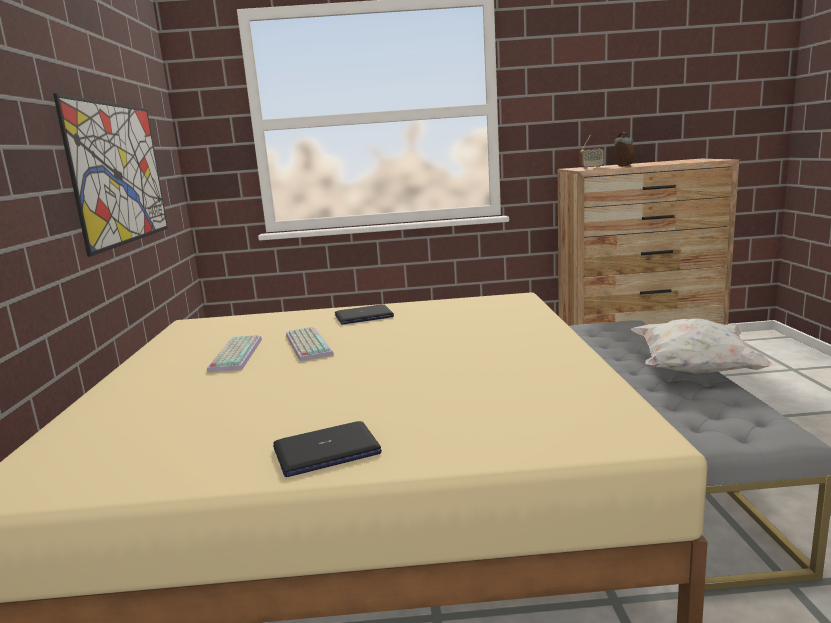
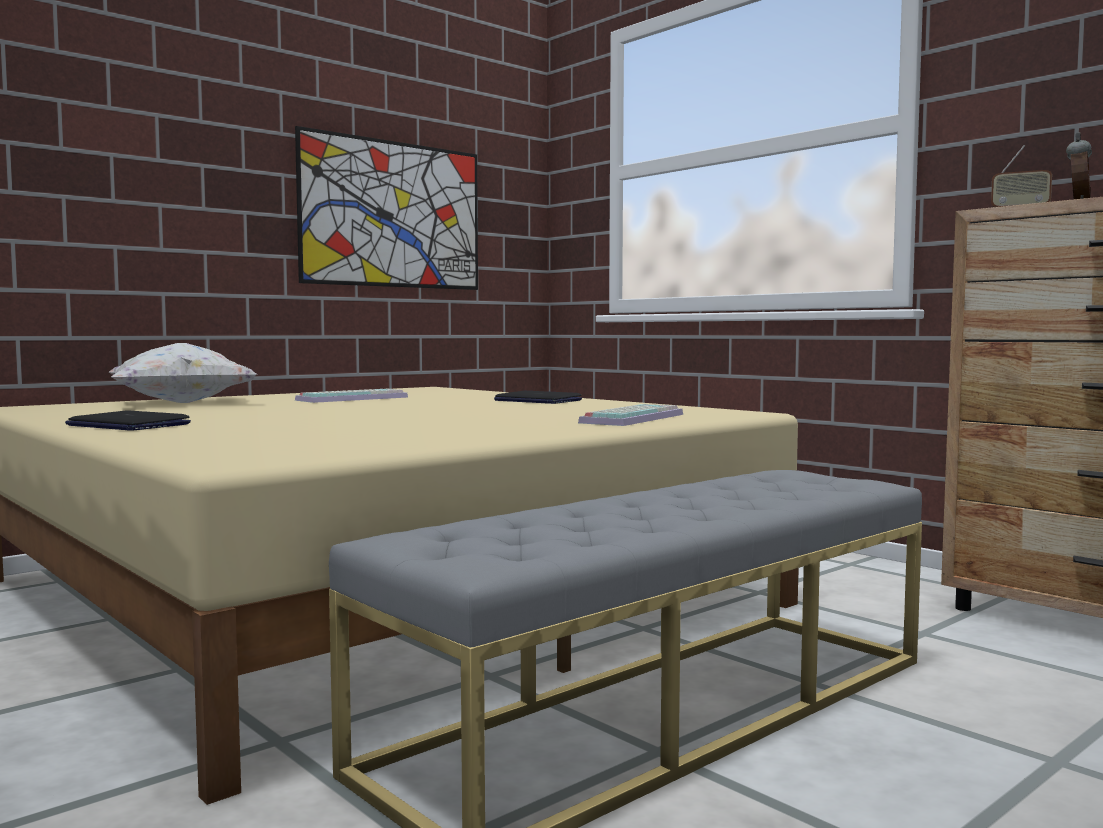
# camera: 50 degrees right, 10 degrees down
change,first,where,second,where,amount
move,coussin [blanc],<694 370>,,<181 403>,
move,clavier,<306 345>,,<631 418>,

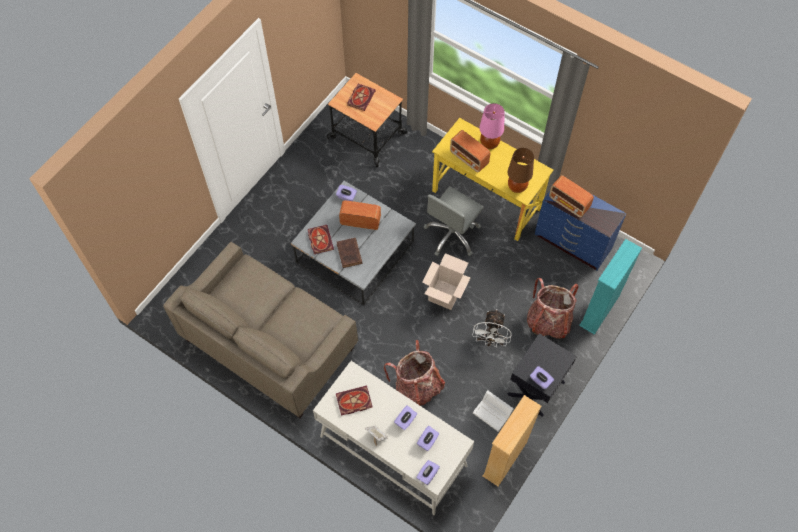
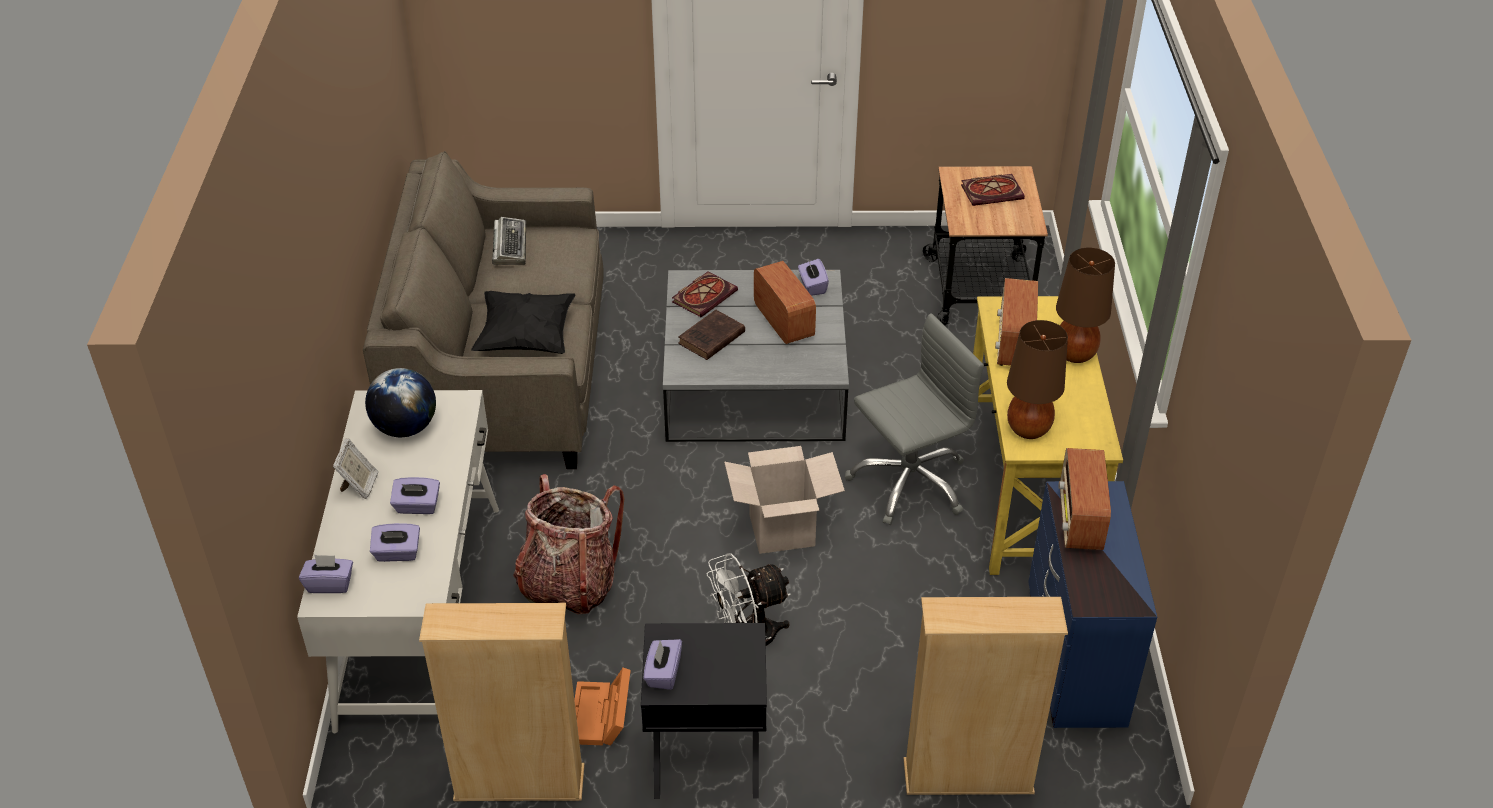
# camera: 55 degrees right, 20 degrees down
change,first,where,second,where,amount
recolor,lampe de table [rose],<489 143>,lampe de table [marron],<1075 354>,
rotate,chaise de bureau [gris],<452 235>,,<909 482>,150 degrees clockwise
recolor,bibliothèque [turquoise],<599 311>,bibliothèque [beige],<968 777>,
delete,sac à dos,<548 321>,,,
replace,livre,<353 402>,globe,<405 428>,
recolor,boîte de rangement [blanc],<493 413>,boîte de rangement [orange],<601 717>,
insert,,,clavier,<509 245>,
insert,,,coussin [noir],<526 338>,

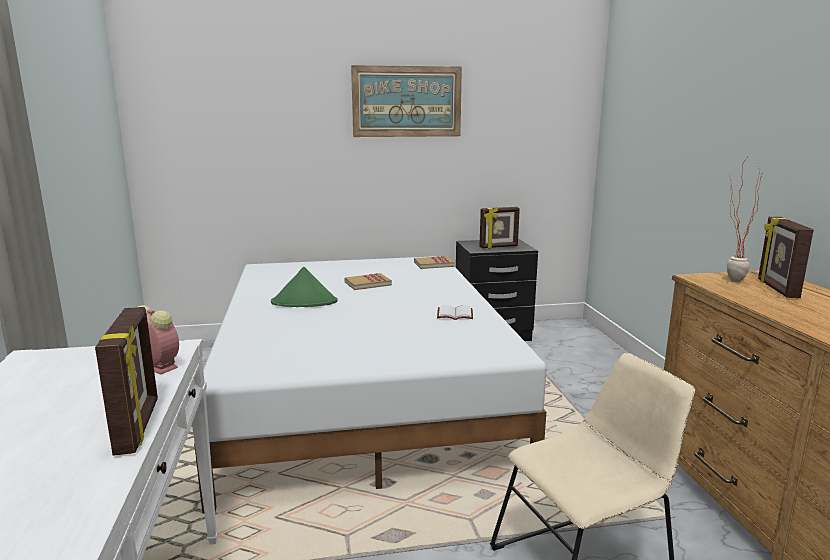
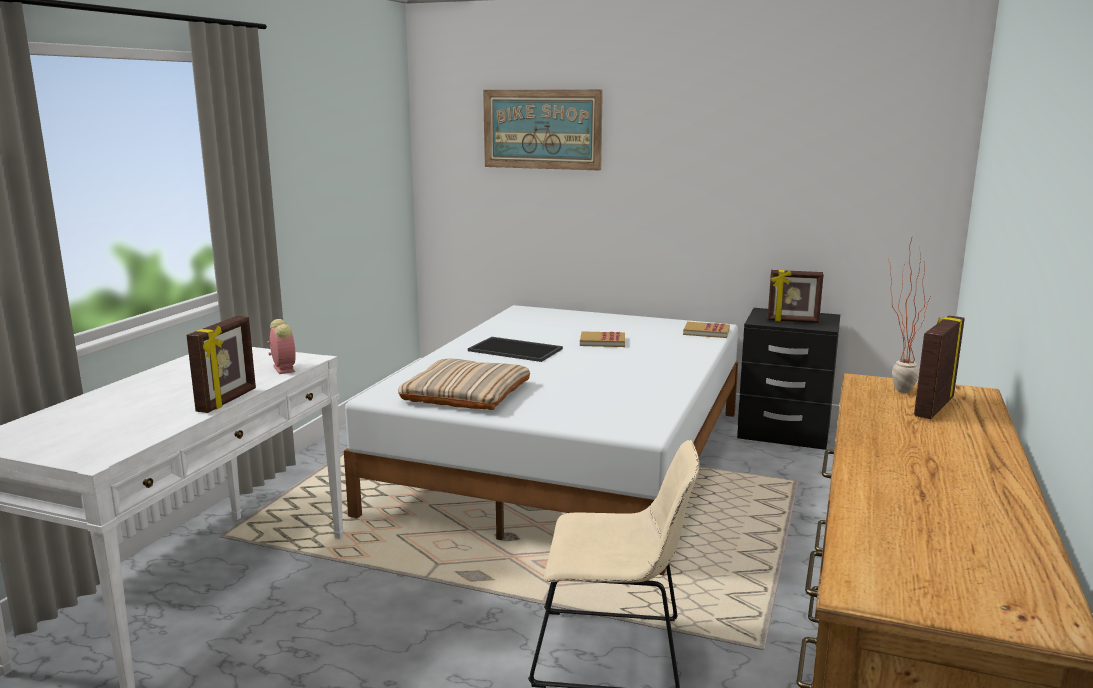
# camera: 30 degrees right, 0 degrees up
change,first,where,second,where,amount
move,tableau,<407 101>,,<542 129>,
replace,chapeau [vert],<304 302>,plateau,<516 349>,
delete,livre [blanc],<454 315>,,,
insert,,,coussin [beige],<466 393>,

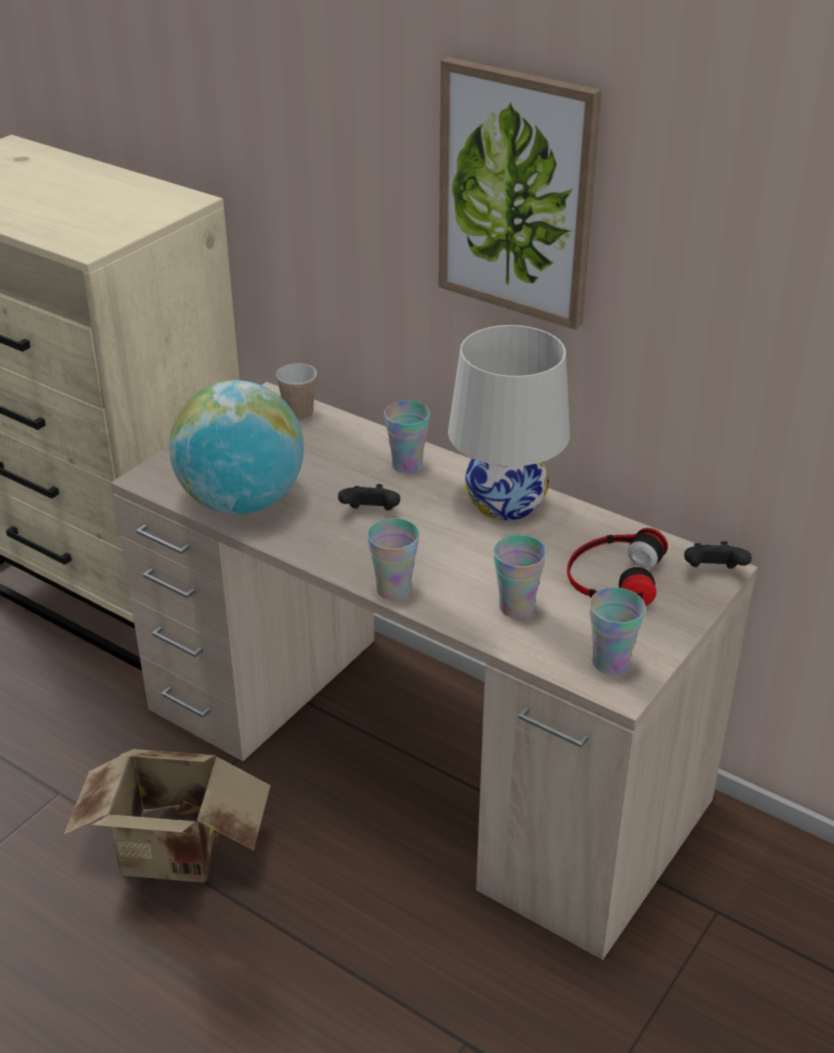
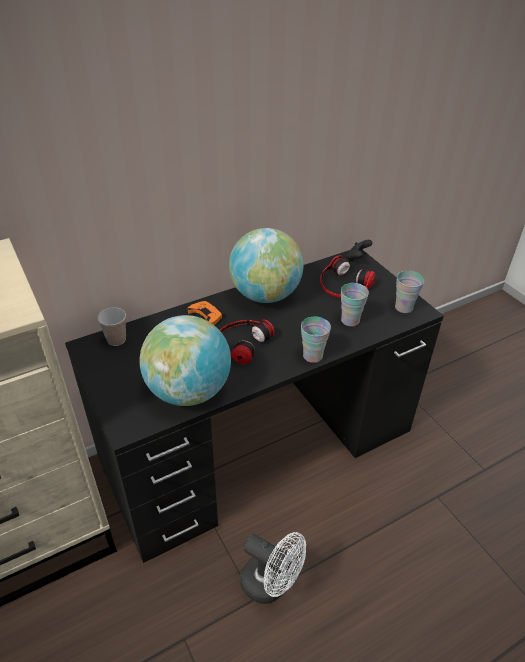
# camera: 65 degrees left, 5 degrees up
change,first,where,second,where,amount
delete,tableau,<517 193>,,,
replace,lampe de table [blanc],<506 503>,globe,<265 295>,
recolor,bureau [beige],<420 755>,bureau [noir],<260 445>,
replace,tasse,<407 465>,manette [orange],<206 315>,
replace,manette [noir],<371 514>,casque audio,<240 343>,
replace,carton,<175 856>,ventilateur [blanc],<271 585>,

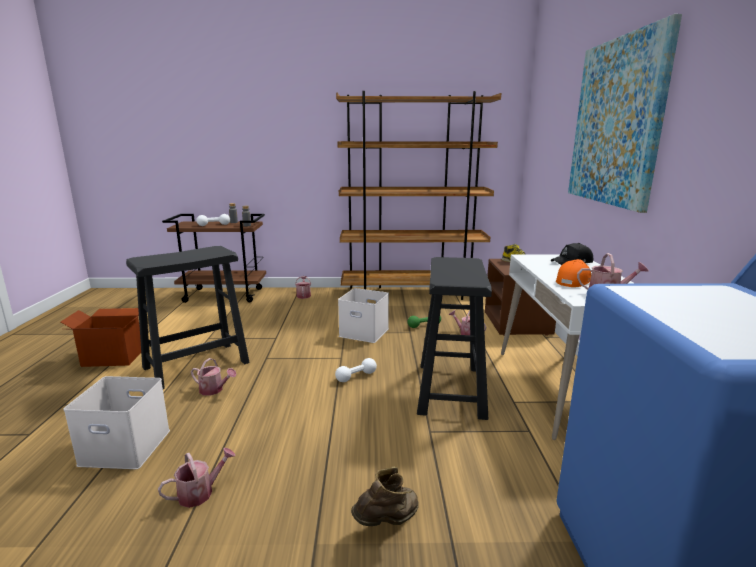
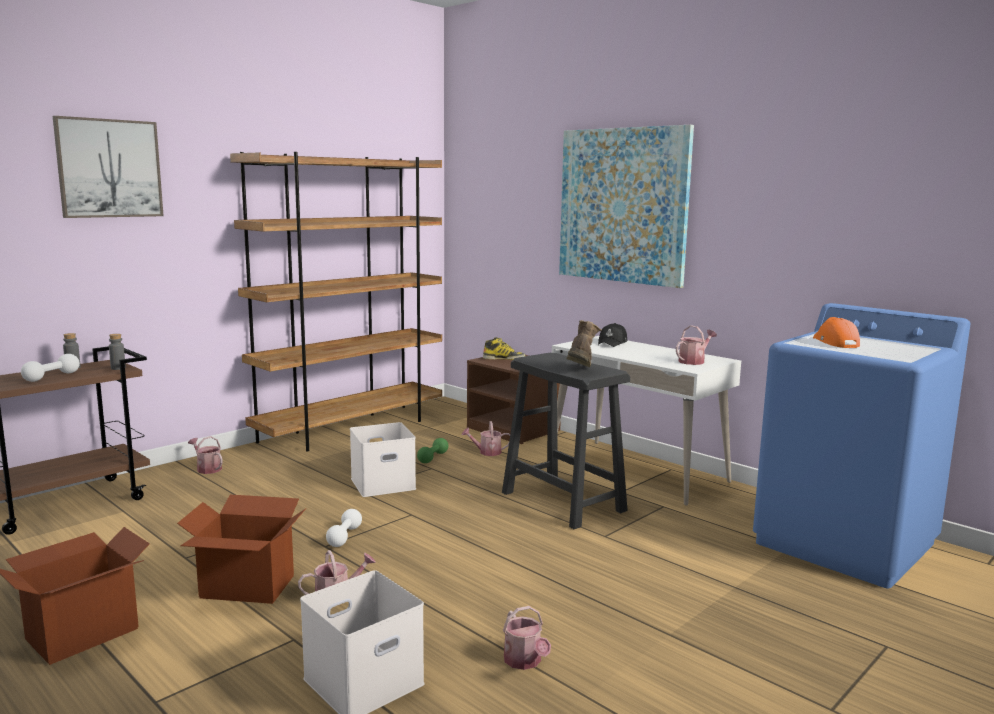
# camera: 45 degrees left, 5 degrees down
change,first,where,second,where,amount
replace,tabouret [noir],<195 365>,carton,<247 587>,
move,casquette [orange],<573 281>,,<834 343>,
move,haltère [blanc],<356 376>,,<344 537>,
rotate,arrosoir,<200 492>,,<525 661>,150 degrees clockwise
move,botte [marron],<388 522>,,<580 370>,
insert,,,tableau,<109 168>,

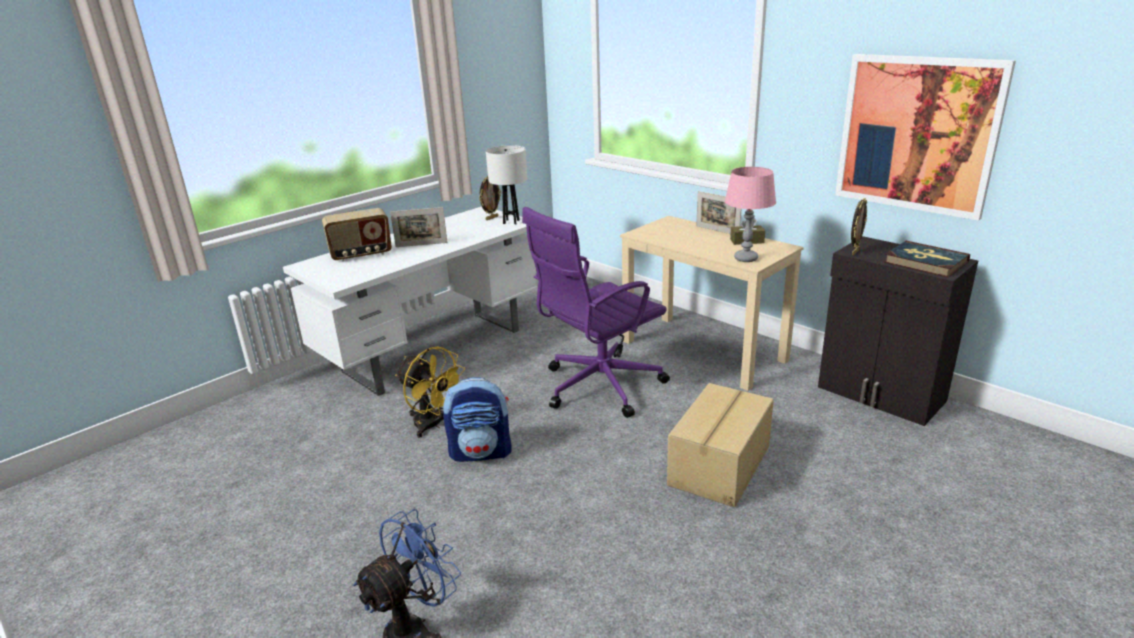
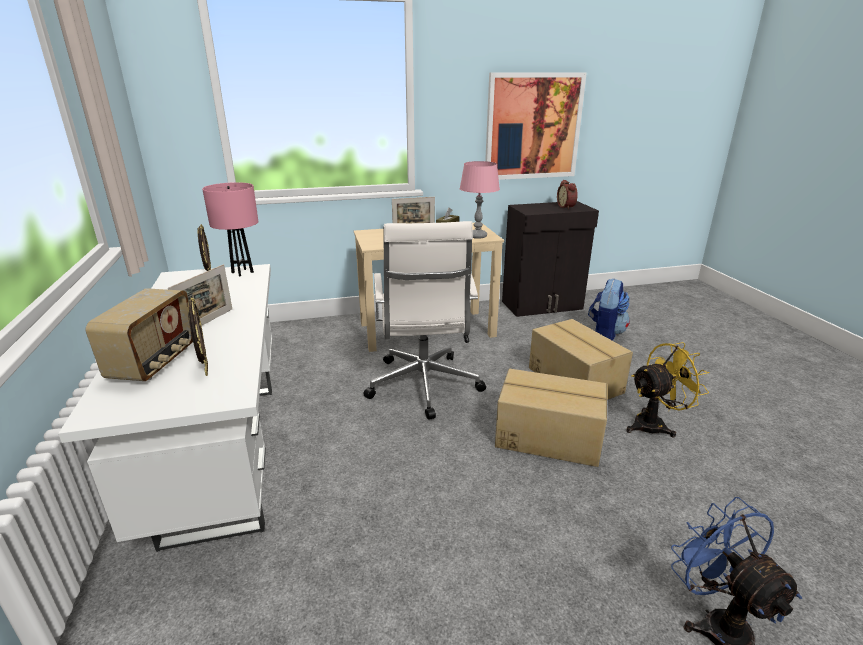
# camera: 60 degrees left, 0 degrees up
change,first,where,second,where,amount
recolor,lampe de table [blanc],<511 222>,lampe de table [rose],<242 272>,
move,cadre photo,<854 252>,,<205 369>,
recolor,chaise de bureau [violet],<598 386>,chaise de bureau [blanc],<423 386>,
replace,livre,<925 262>,réveil,<567 207>,
move,ventilateur [jaune],<433 425>,,<655 424>,
move,sac à dos,<481 452>,,<605 334>,
insert,,,carton,<547 436>,

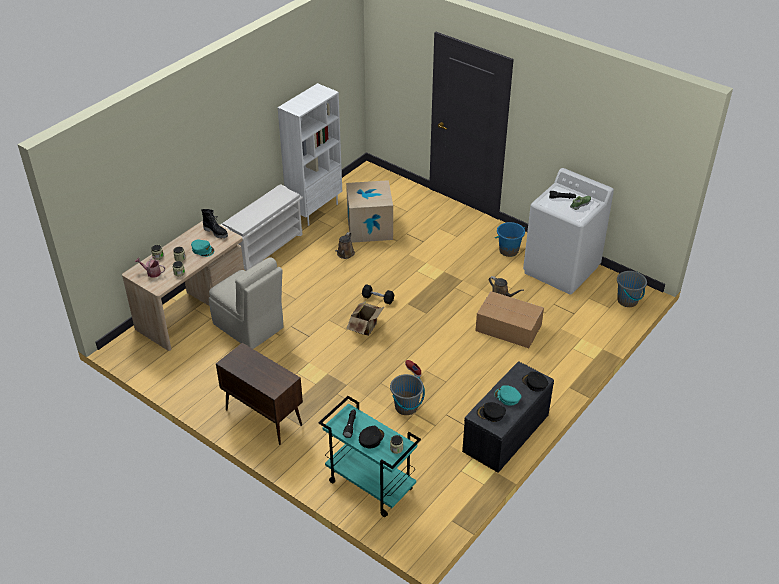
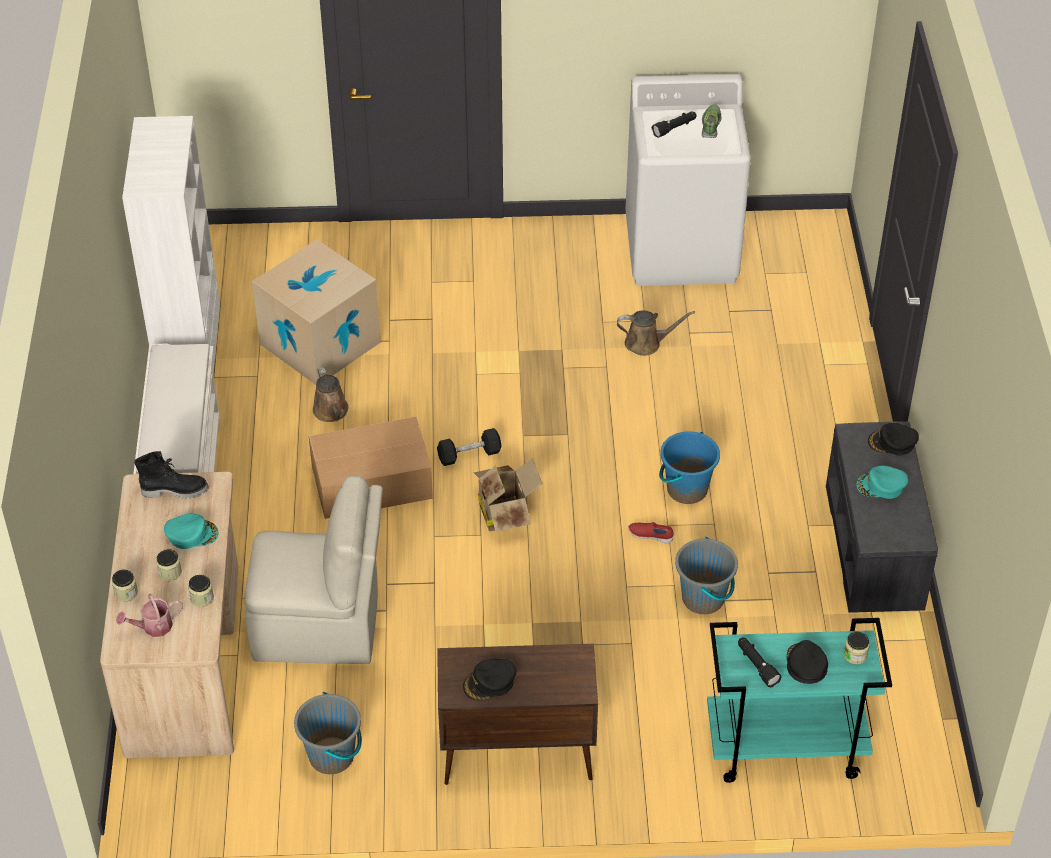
# camera: 40 degrees left, 5 degrees up
change,first,where,second,where,amount
move,seau [bleu],<508 250>,,<686 489>,
move,seau [gris],<627 301>,,<332 756>,
move,carton,<509 328>,,<374 483>,
move,casquette [noir],<491 414>,,<490 683>,

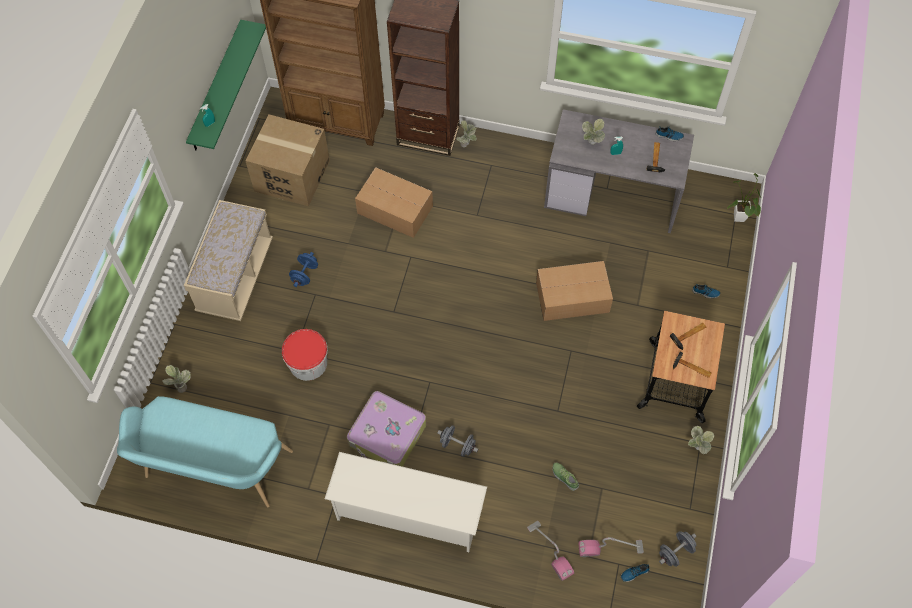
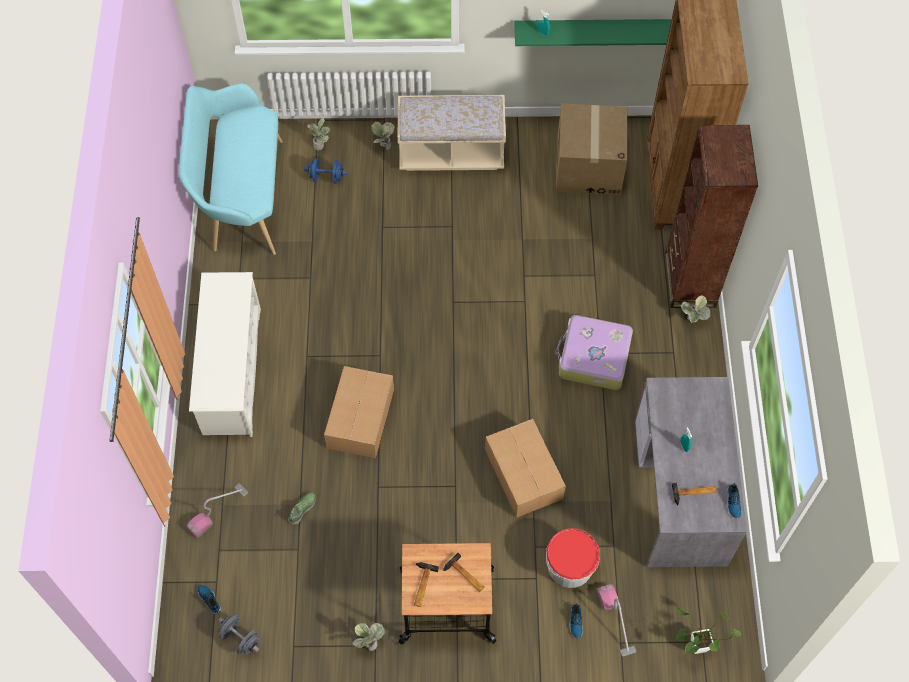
# camera: 75 degrees right, 0 degrees up
change,first,where,second,where,amount
move,plante en pot,<591 144>,,<383 145>,
move,carton,<395 210>,,<359 419>,
move,haltère [bleu],<305 274>,,<326 177>,
move,seau,<308 363>,,<570 566>,
move,valise,<387 436>,,<593 358>,
delete,haltère [gris],<457 445>,,,
move,aspirateur,<610 548>,,<616 620>,

